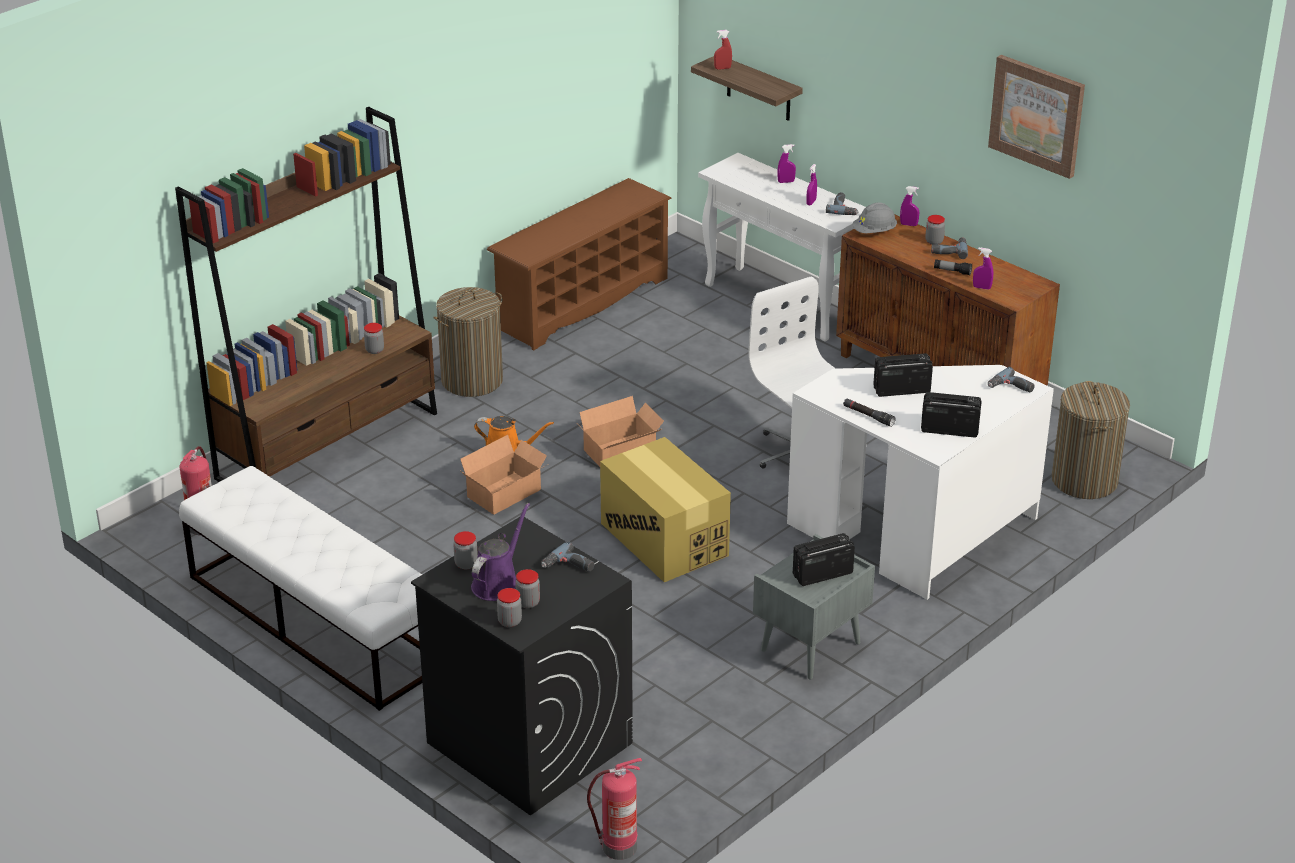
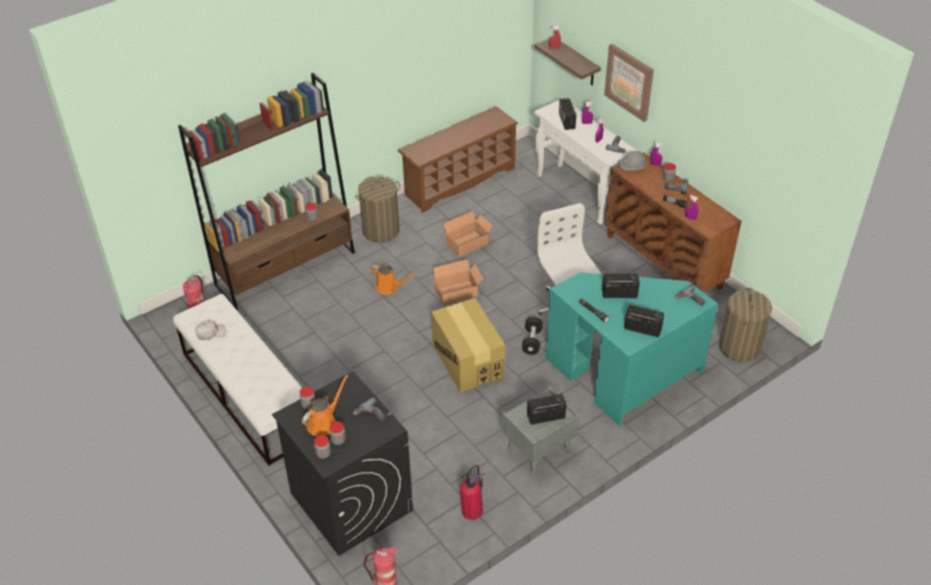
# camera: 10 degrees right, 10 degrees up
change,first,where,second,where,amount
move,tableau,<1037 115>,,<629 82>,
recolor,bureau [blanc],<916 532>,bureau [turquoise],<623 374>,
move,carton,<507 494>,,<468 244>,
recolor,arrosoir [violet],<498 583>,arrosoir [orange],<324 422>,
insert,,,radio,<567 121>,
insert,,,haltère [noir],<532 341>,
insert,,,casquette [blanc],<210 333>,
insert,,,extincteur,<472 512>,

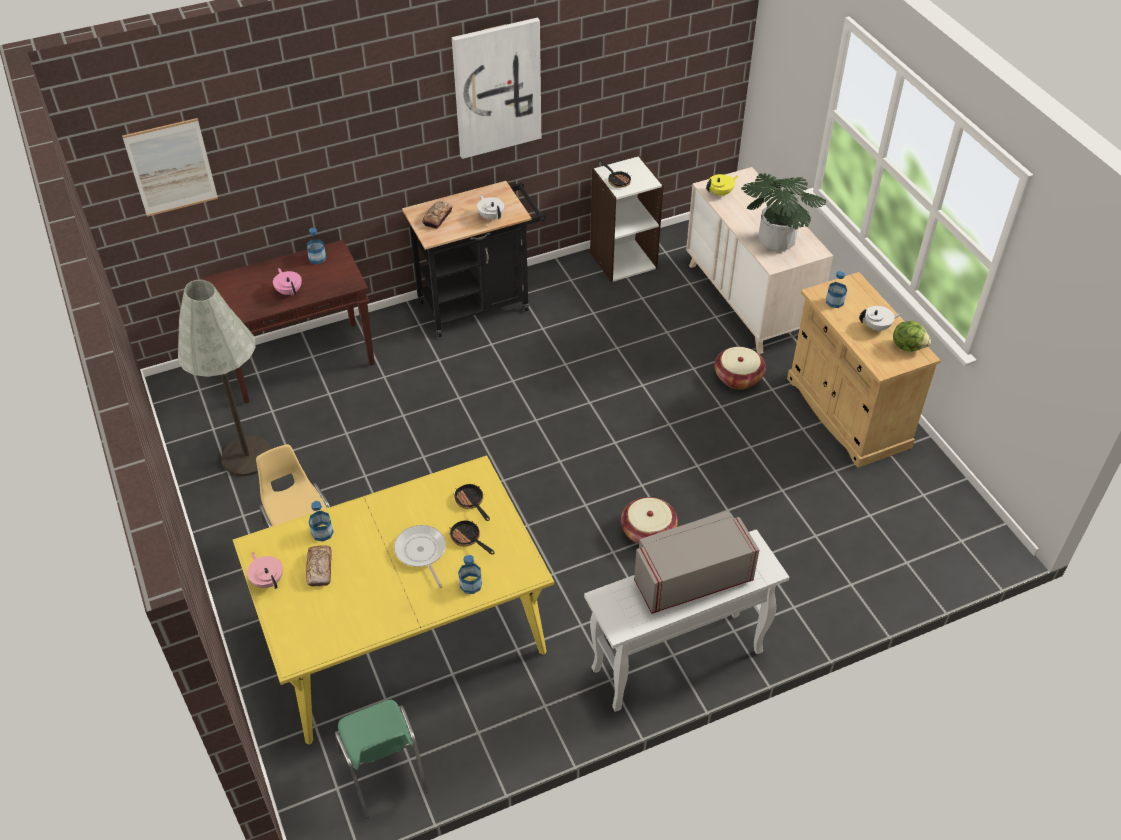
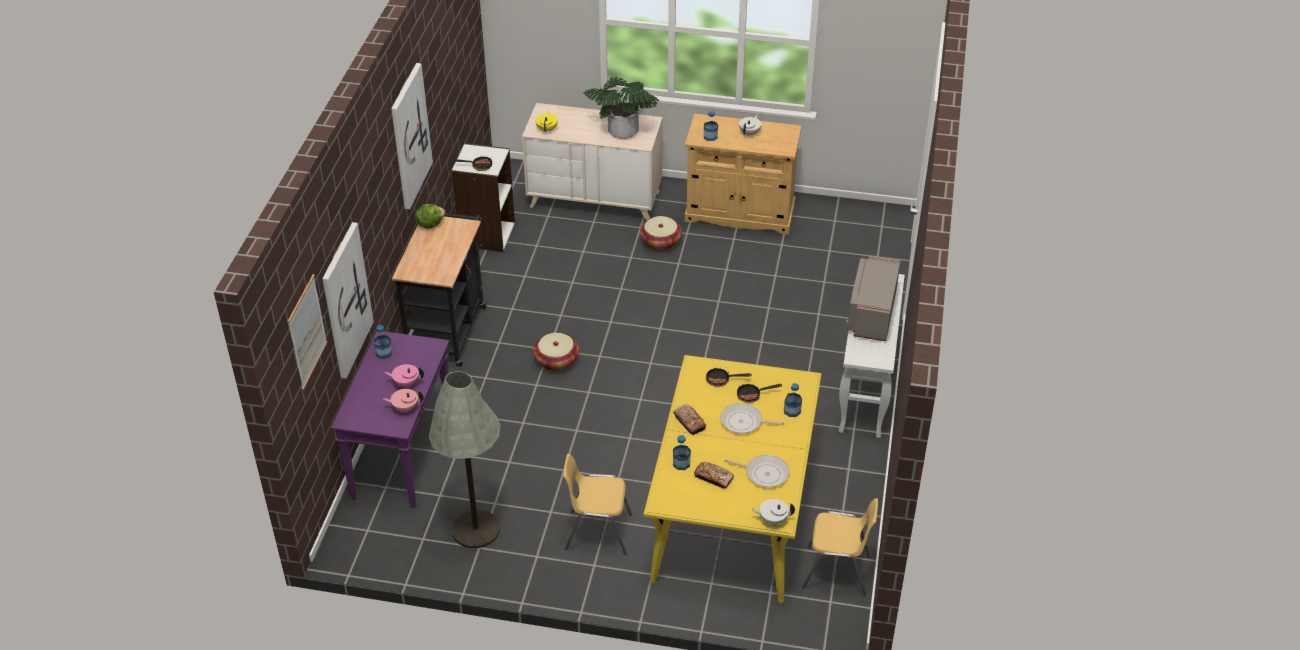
# camera: 55 degrees left, 5 degrees down
change,first,where,second,where,amount
move,théière [blanc],<491 216>,,<772 519>,
move,pain,<437 217>,,<689 422>,
recolor,table console [marron],<302 361>,table console [violet],<402 455>,
move,laitue,<908 346>,,<430 224>,
move,panier,<648 531>,,<556 360>,
move,théière [rose],<268 580>,,<405 408>,
recolor,chaise [vert],<383 772>,chaise [jaune],<837 572>,
insert,,,tableau,<345 300>,
insert,,,poêle,<764 473>,

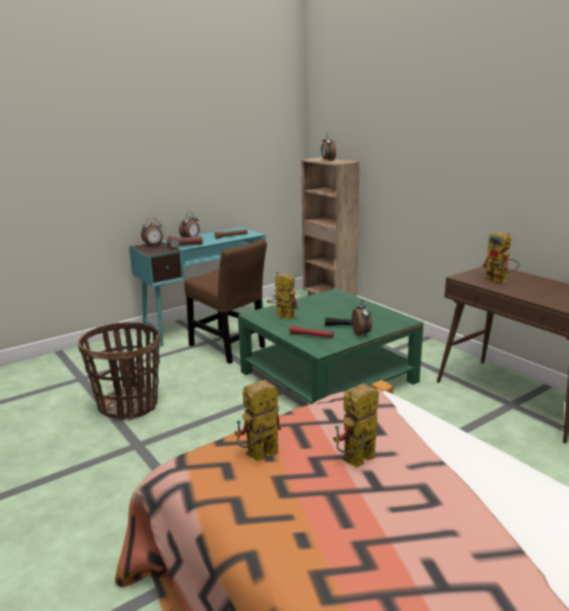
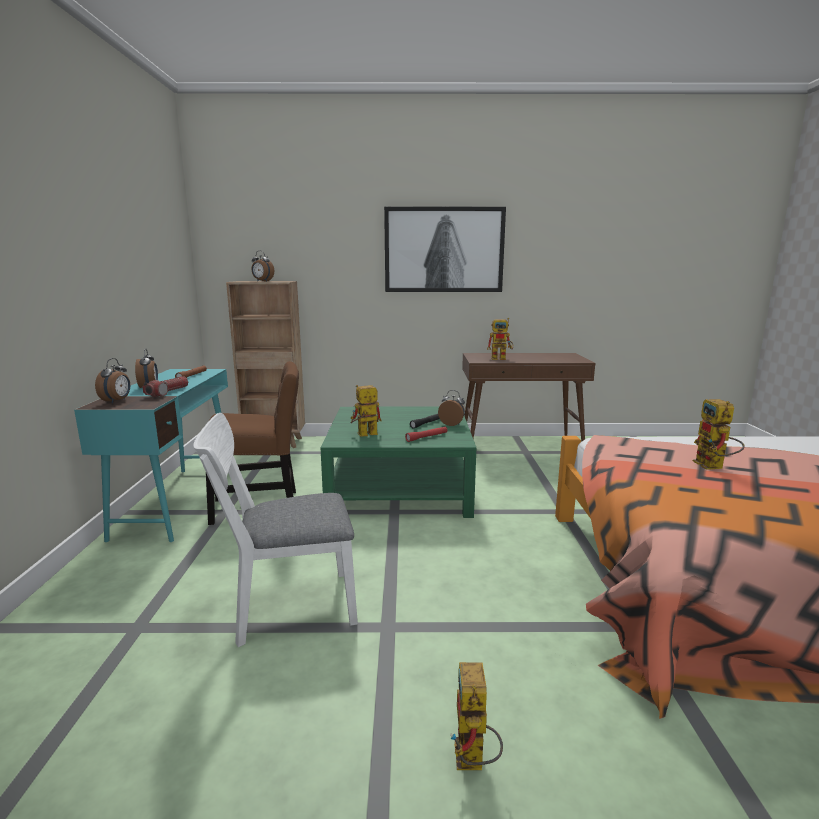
# camera: 55 degrees left, 5 degrees down
change,first,where,second,where,amount
replace,panier,<129 405>,chaise [blanc],<284 607>,
move,robot jouet,<257 457>,,<473 762>,
insert,,,tableau,<444 250>,

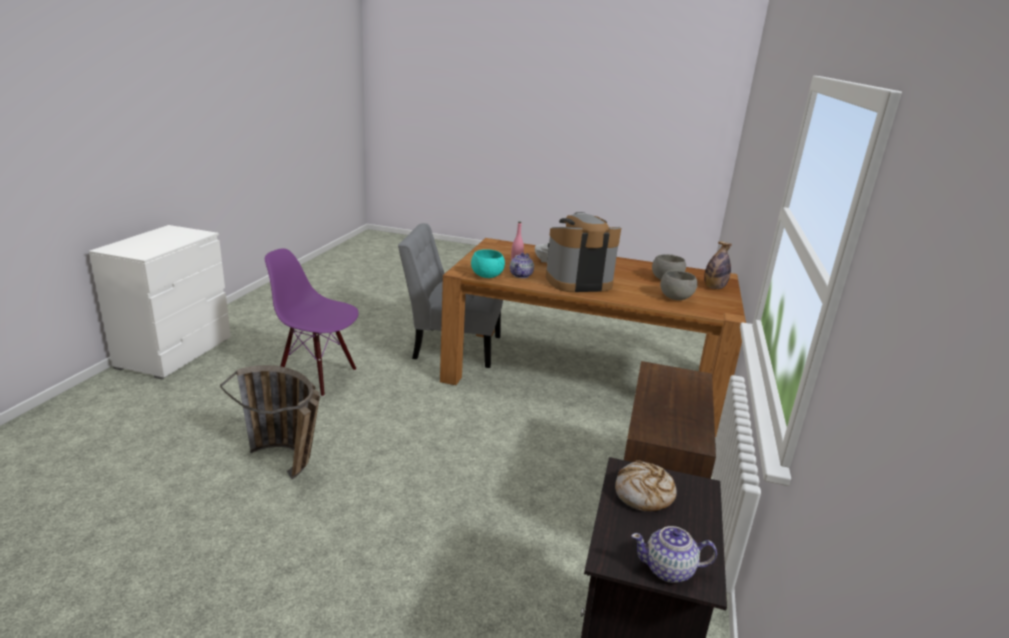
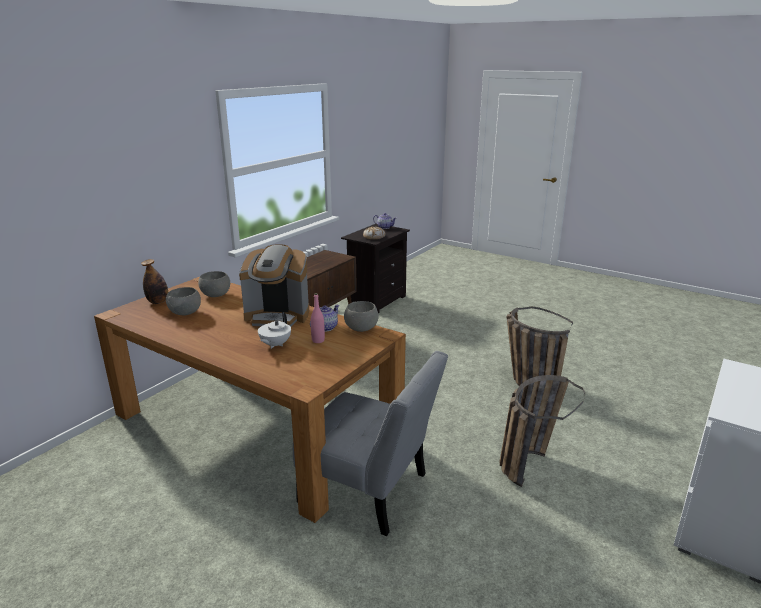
# camera: 160 degrees left, 0 degrees up
change,first,where,second,where,amount
replace,chaise [violet],<317 377>,panier,<529 460>,
recolor,bol [turquoise],<487 276>,bol [gris],<360 328>,

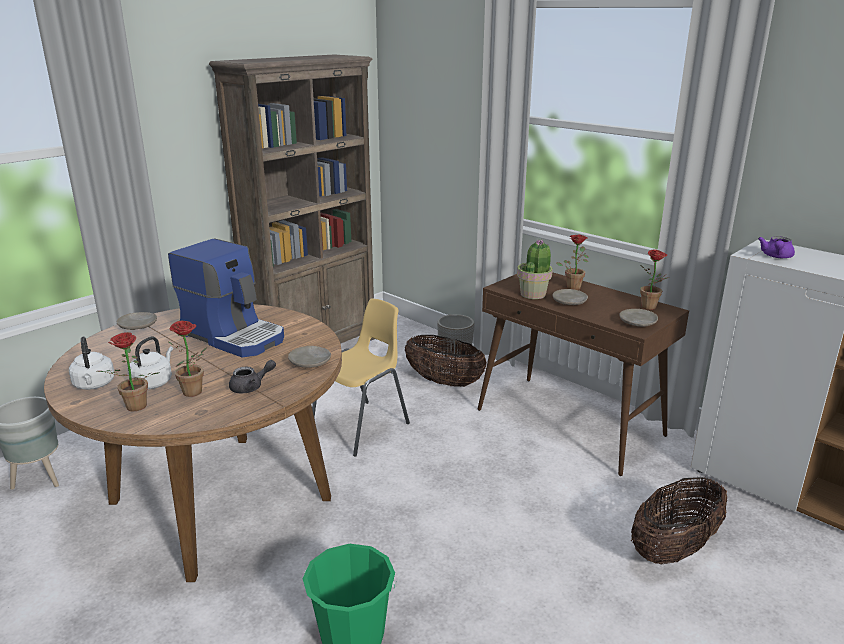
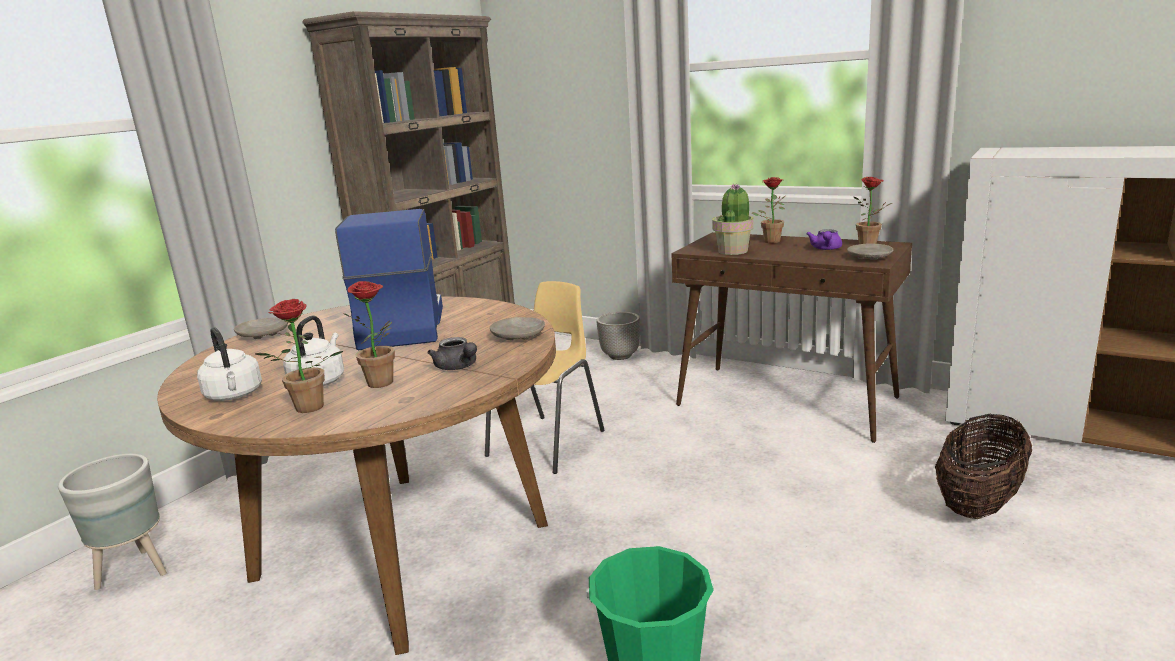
# camera: 10 degrees left, 5 degrees down
change,first,where,second,where,amount
move,théière [violet],<776 256>,,<826 249>,
rotate,machine à café,<234 336>,,<401 326>,120 degrees counterclockwise
delete,assiette [beige],<569 302>,,,
delete,panier,<444 382>,,,
rotate,théière [gris],<251 387>,,<458 367>,90 degrees clockwise

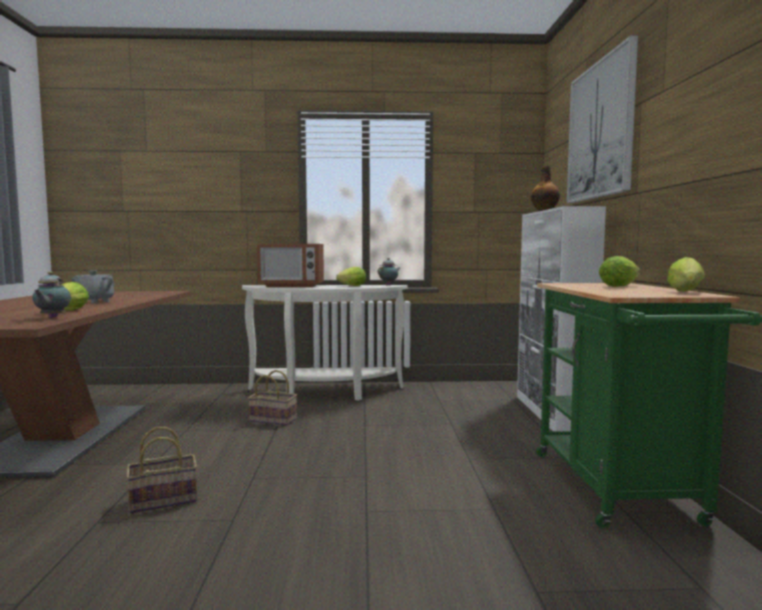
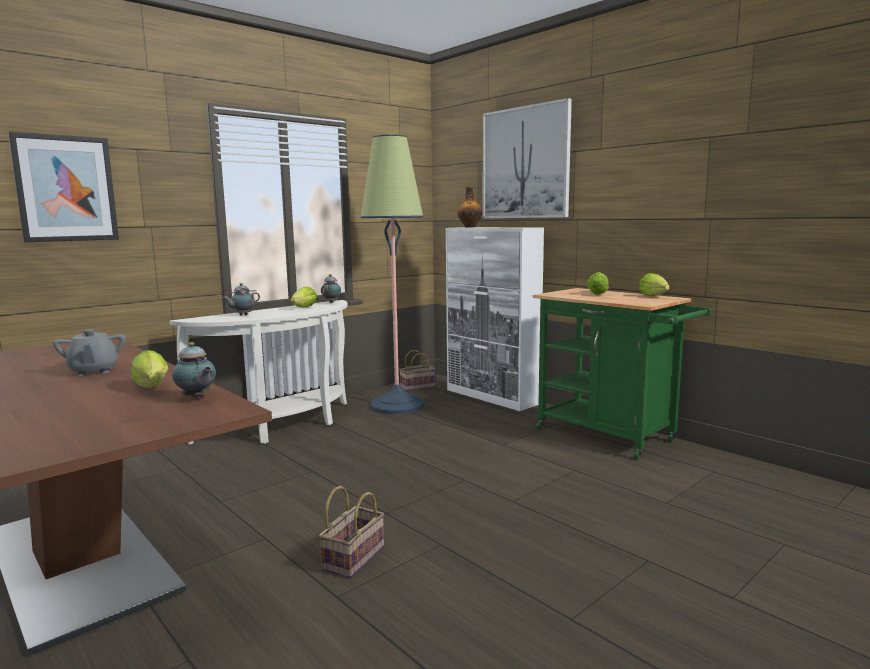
# camera: 40 degrees left, 5 degrees up
change,first,where,second,where,amount
replace,micro-ondes,<292 286>,théière,<242 315>,
move,panier,<274 420>,,<418 386>,
insert,,,tableau,<66 189>,
insert,,,lampadaire,<397 405>,

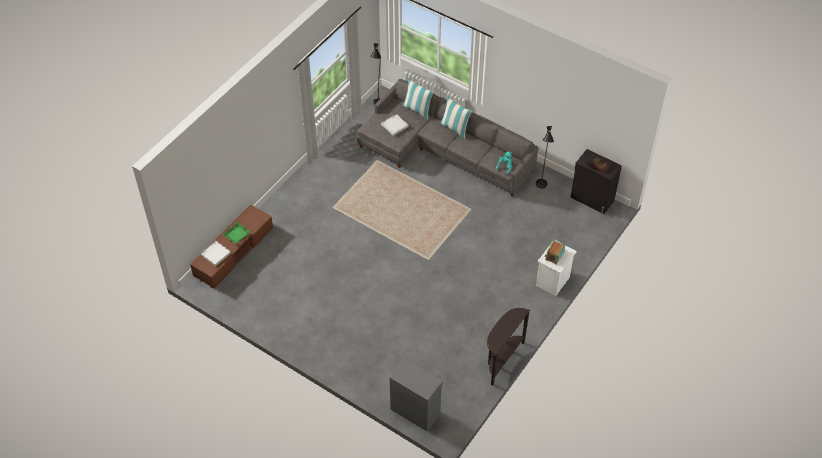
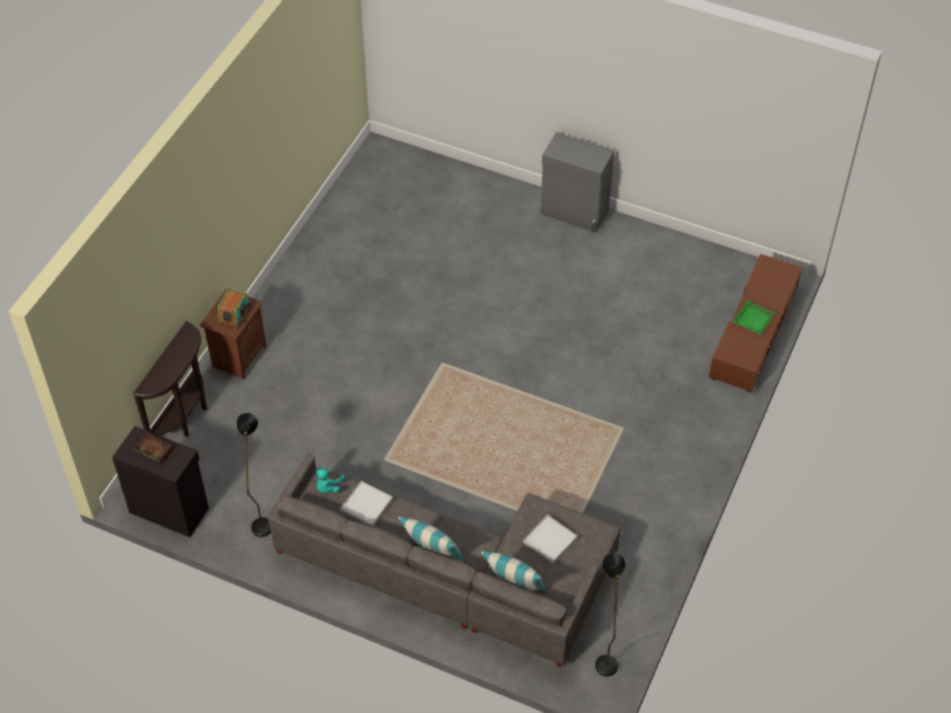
# camera: 170 degrees right, 0 degrees up
change,first,where,second,where,amount
recolor,table de chevet [blanc],<553 281>,table de chevet [marron],<238 356>,
move,plateau [blanc],<216 254>,,<366 505>,
move,table console [marron],<501 360>,,<185 417>,
move,meuble de rangement [gris],<415 411>,,<574 213>,

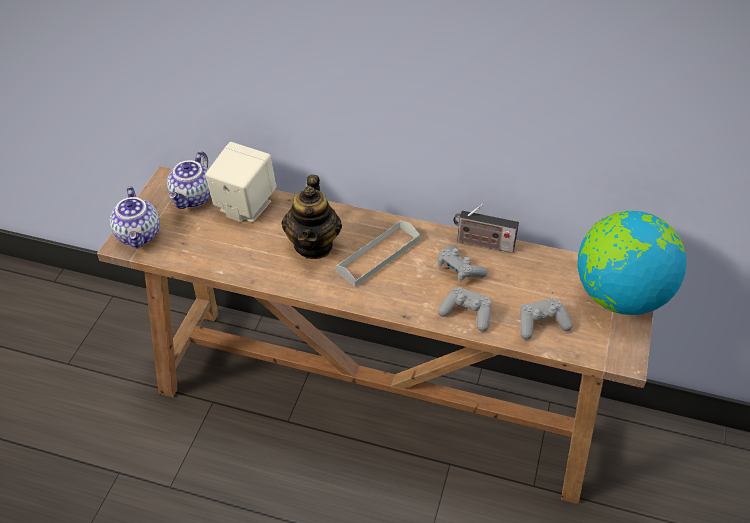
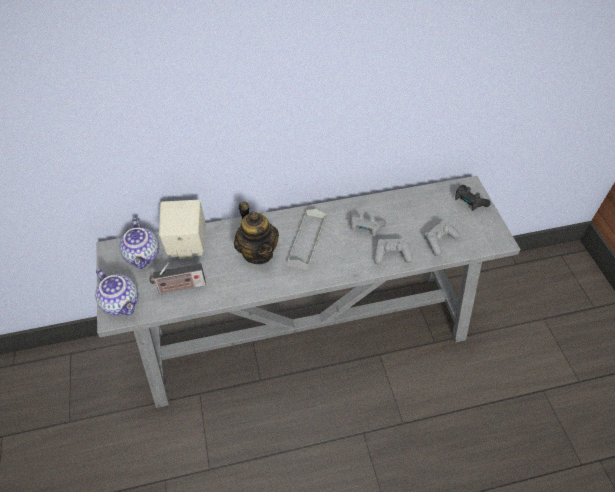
# camera: 30 degrees left, 5 degrees up
change,first,where,second,where,amount
recolor,table console [marron],<377 399>,table console [gris],<309 335>,
move,radio,<482 243>,,<180 287>,
replace,globe,<619 296>,manette [noir],<469 202>,

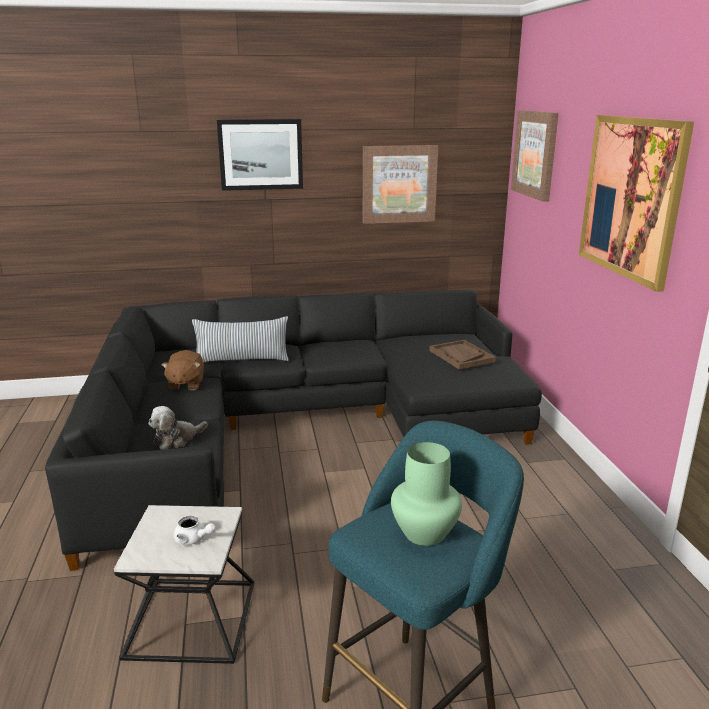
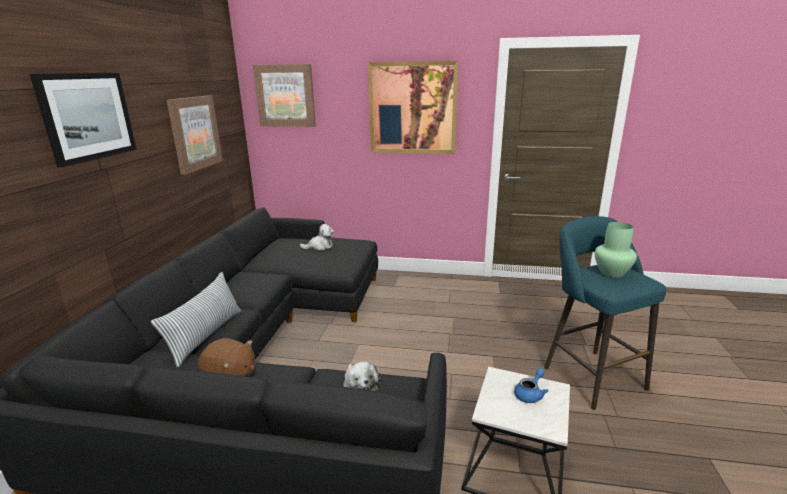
# camera: 70 degrees left, 0 degrees up
change,first,where,second,where,amount
replace,plateau [marron],<461 356>,peluche,<320 246>,
recolor,théière [blanc],<193 539>,théière [bleu],<530 394>,

